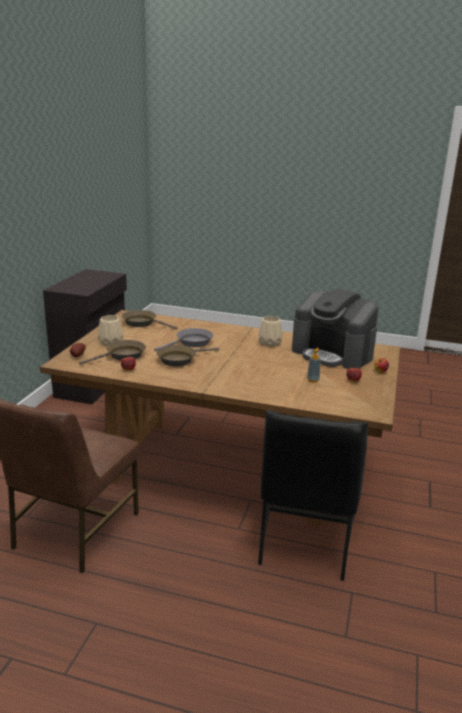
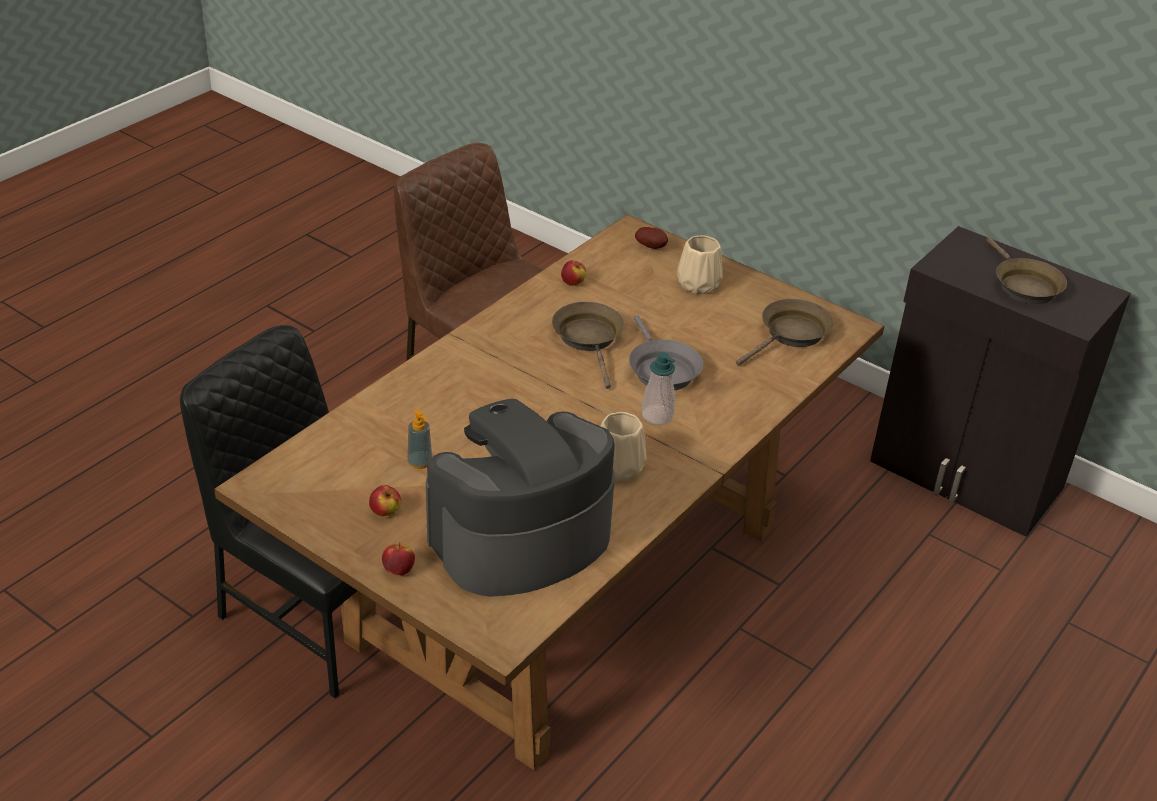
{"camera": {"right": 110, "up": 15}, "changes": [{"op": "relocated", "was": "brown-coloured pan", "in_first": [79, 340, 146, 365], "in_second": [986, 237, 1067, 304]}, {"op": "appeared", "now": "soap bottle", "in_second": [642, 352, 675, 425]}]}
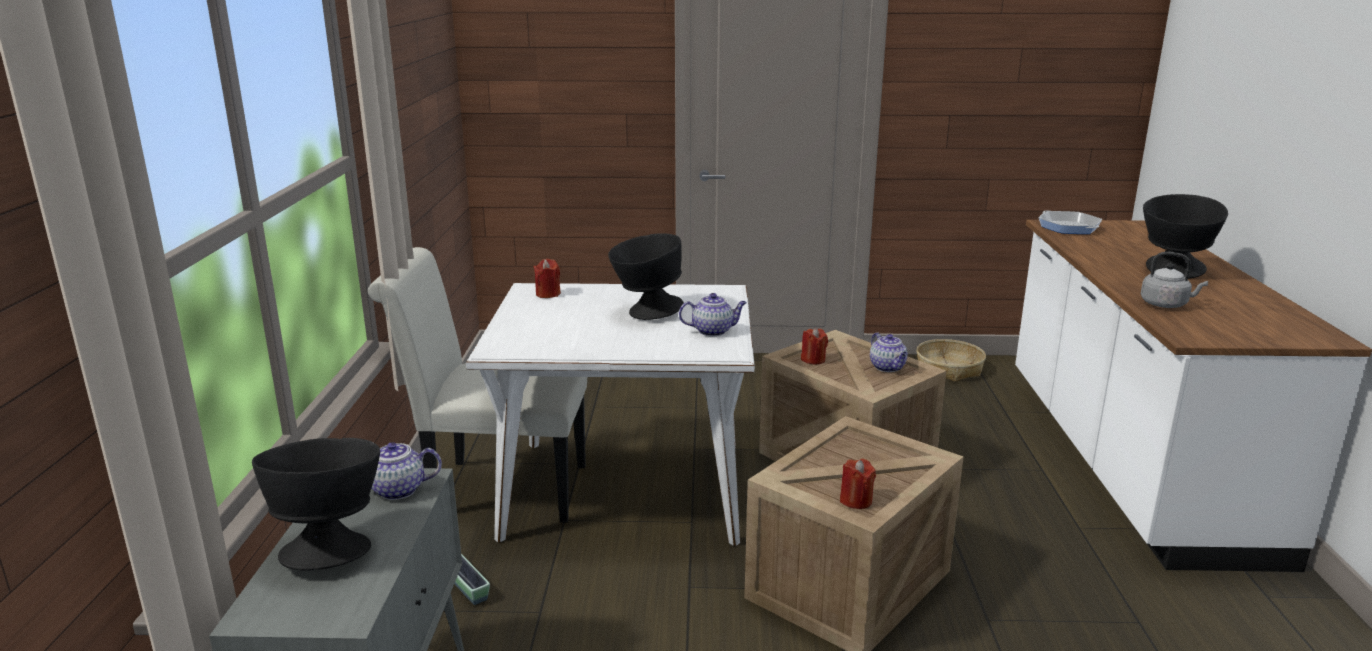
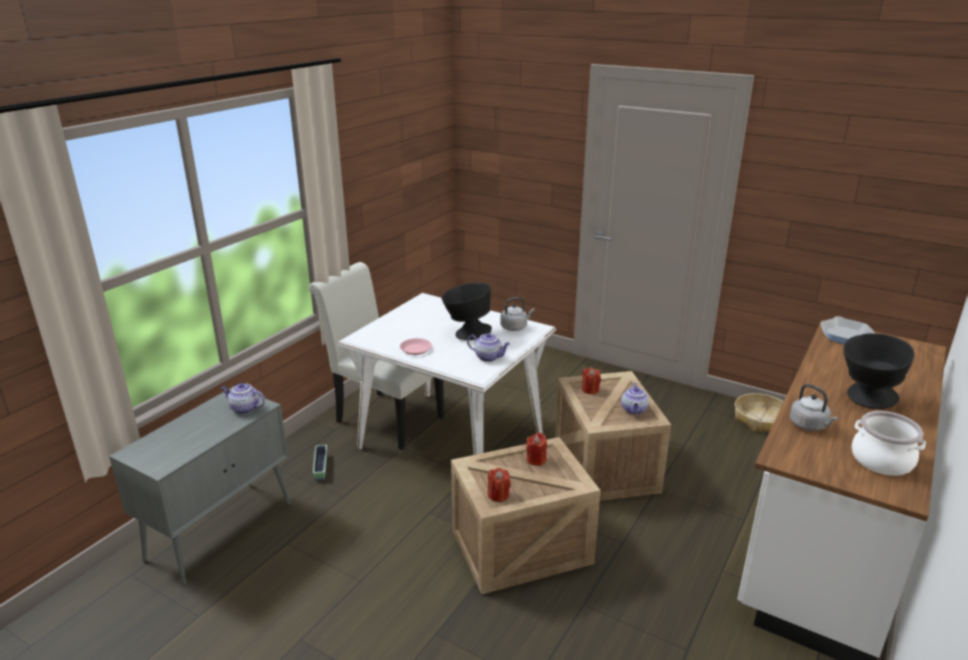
{"camera": {"right": 30, "up": 5}, "changes": [{"op": "missing", "was": "black-coloured deep dish", "in_first": [252, 438, 380, 571]}, {"op": "relocated", "was": "reddish candle", "in_first": [534, 259, 561, 298], "in_second": [526, 433, 547, 466]}, {"op": "appeared", "now": "pink-coloured dinner plate", "in_second": [400, 338, 432, 355]}, {"op": "appeared", "now": "grey tea kettle", "in_second": [500, 297, 535, 331]}, {"op": "appeared", "now": "stockpot", "in_second": [852, 411, 926, 476]}]}
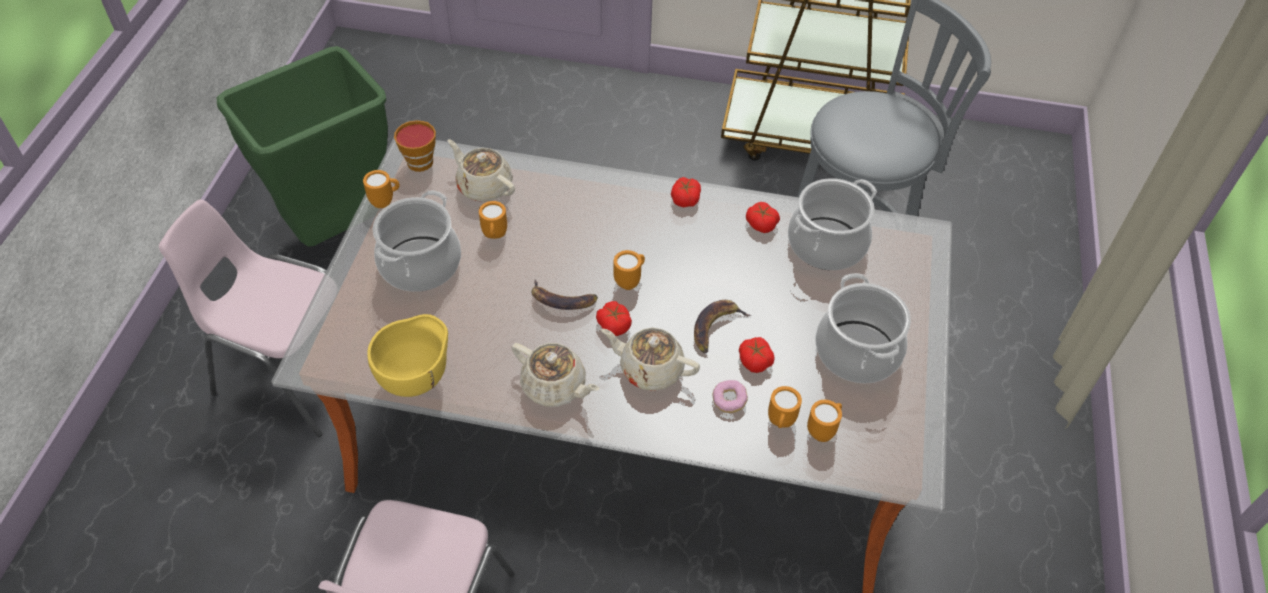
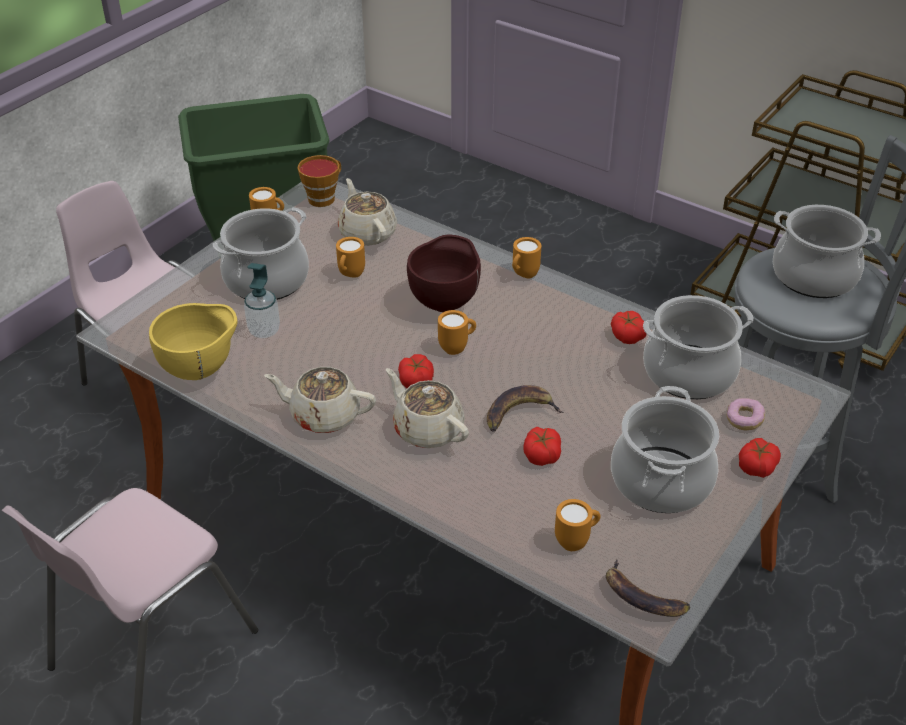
{"camera": {"right": 25, "up": -10}, "changes": [{"op": "spun", "was": "beige teapot", "in_first": [511, 343, 599, 407], "in_second": [264, 367, 376, 433], "clockwise": 135}, {"op": "relocated", "was": "banana fruit", "in_first": [531, 280, 598, 310], "in_second": [606, 559, 690, 617]}, {"op": "relocated", "was": "fresh tomato", "in_first": [671, 177, 701, 207], "in_second": [739, 438, 781, 478]}, {"op": "relocated", "was": "donut", "in_first": [712, 380, 748, 413], "in_second": [727, 398, 765, 430]}, {"op": "relocated", "was": "orangey mug", "in_first": [768, 386, 802, 428], "in_second": [512, 237, 541, 278]}, {"op": "appeared", "now": "soap bottle", "in_second": [244, 263, 280, 338]}, {"op": "appeared", "now": "brown-coloured deep dish", "in_second": [407, 235, 481, 312]}, {"op": "appeared", "now": "stockpot", "in_second": [773, 205, 881, 298]}]}
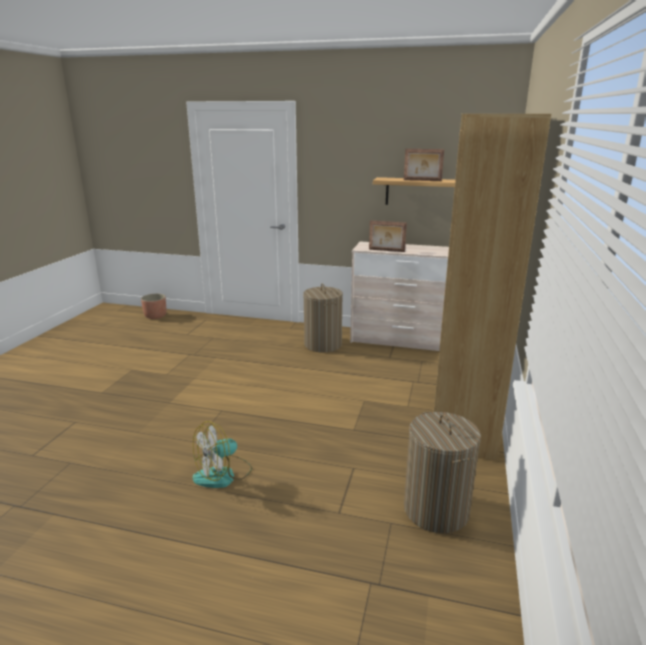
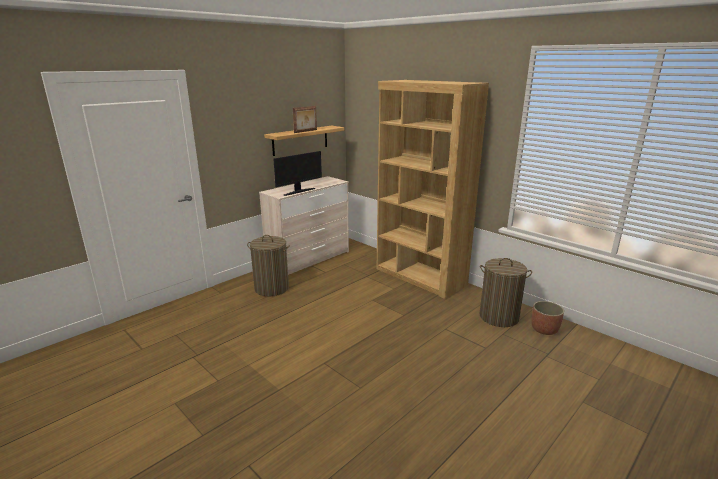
{"camera": {"right": -60, "up": 0}, "changes": [{"op": "relocated", "was": "planter", "in_first": [141, 294, 166, 319], "in_second": [531, 301, 564, 335]}, {"op": "missing", "was": "electric fan", "in_first": [192, 421, 252, 488]}, {"op": "exchanged", "was": "picture frame", "now": "computer screen", "in_first": [369, 221, 407, 252], "in_second": [274, 151, 322, 196]}]}
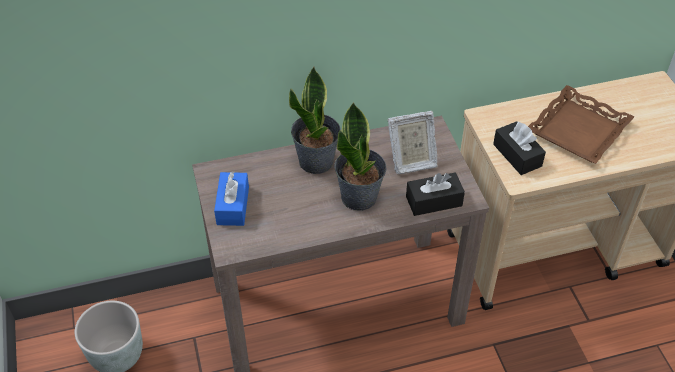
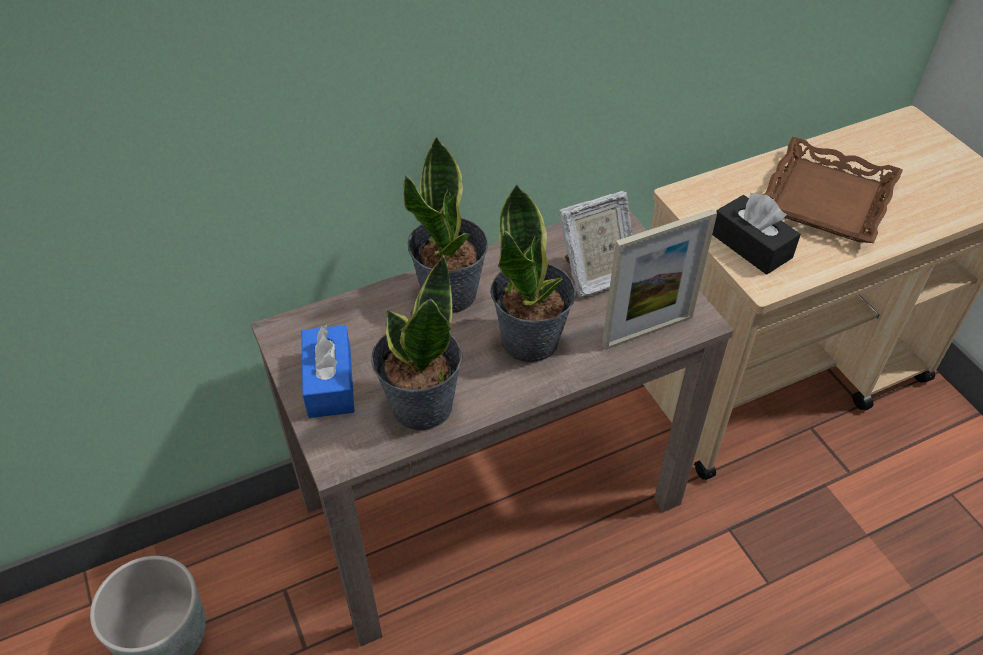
{"camera": {"right": -10, "up": 0}, "changes": [{"op": "exchanged", "was": "black-coloured tissue holder", "now": "picture frame", "in_first": [406, 173, 465, 216], "in_second": [602, 209, 717, 350]}, {"op": "appeared", "now": "houseplant", "in_second": [371, 255, 462, 431]}]}
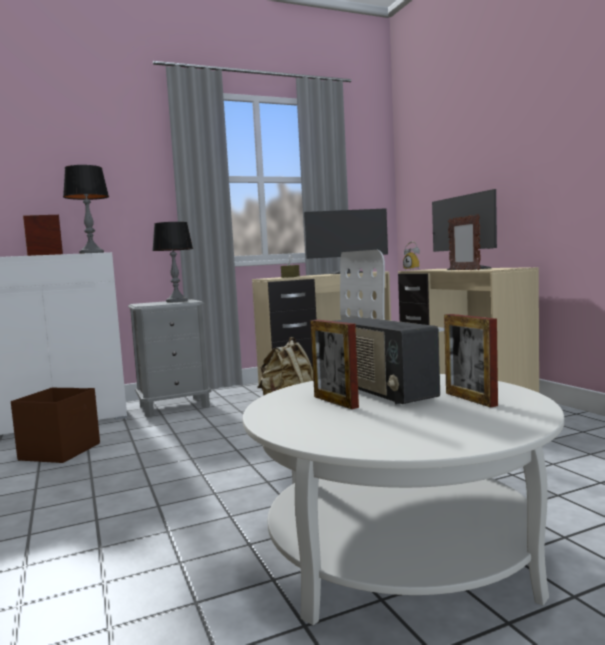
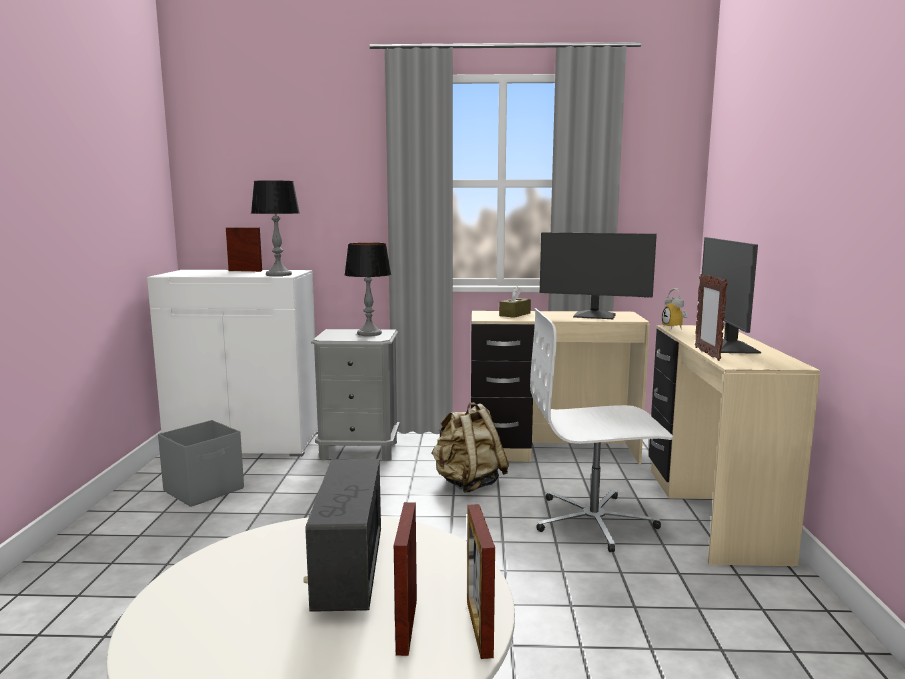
{"camera": {"right": 25, "up": 5}, "changes": [{"op": "colour", "was": "brown-coloured storage box", "now": "grey storage box", "in_first": [11, 387, 100, 463], "in_second": [158, 420, 244, 507]}, {"op": "relocated", "was": "picture frame", "in_first": [310, 319, 359, 409], "in_second": [467, 504, 495, 659]}]}
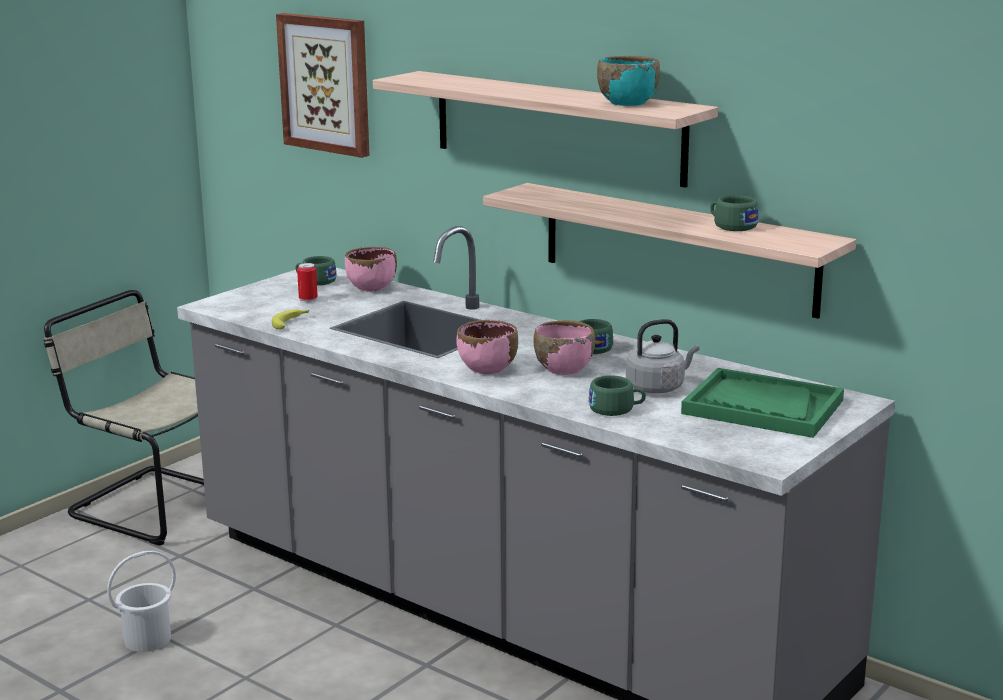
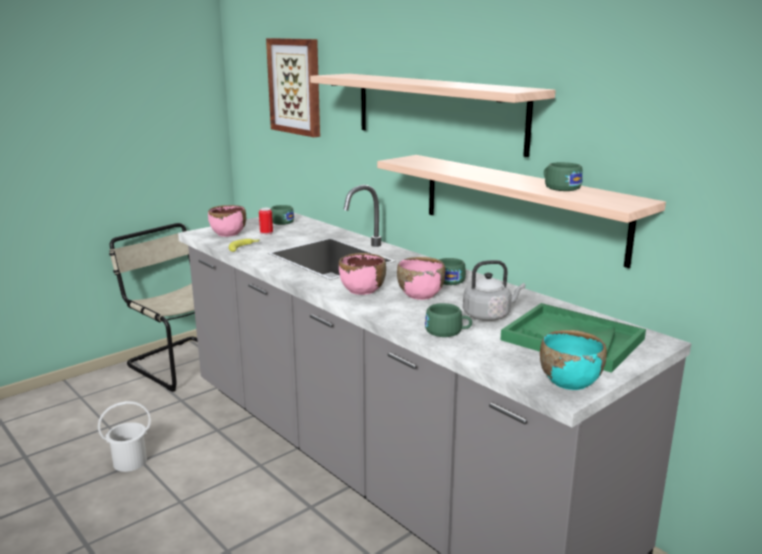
{"camera": {"right": 10, "up": 0}, "changes": [{"op": "relocated", "was": "pink-coloured deep dish", "in_first": [345, 247, 397, 292], "in_second": [208, 205, 246, 237]}, {"op": "relocated", "was": "turquoise-coloured deep dish", "in_first": [597, 56, 660, 106], "in_second": [540, 330, 607, 390]}]}
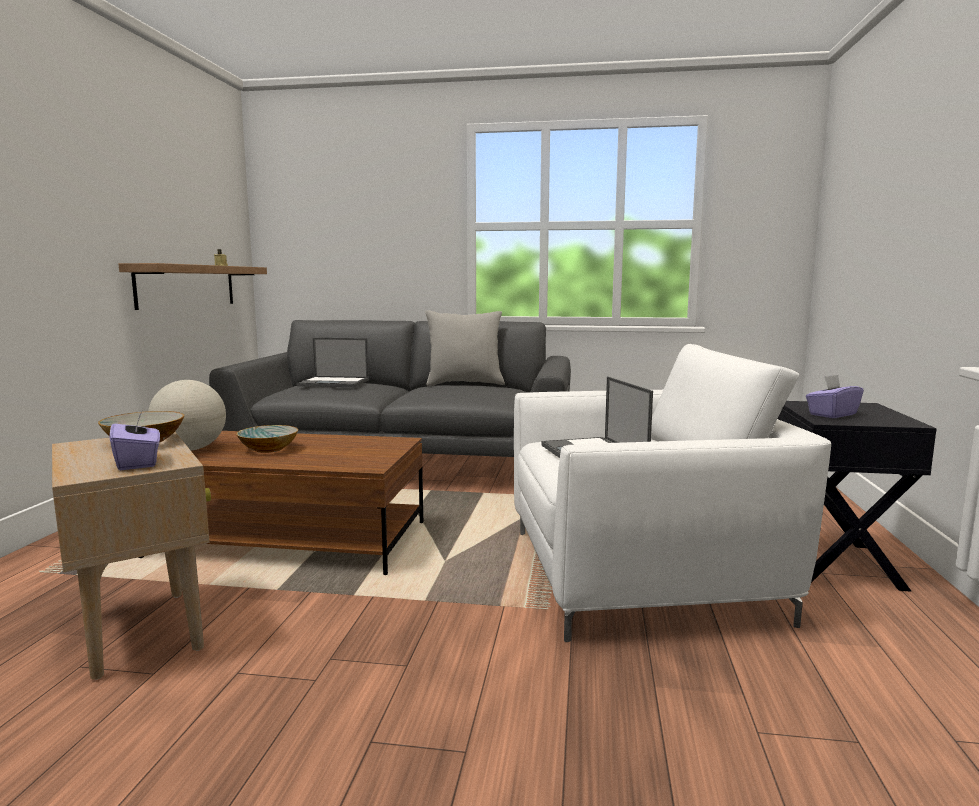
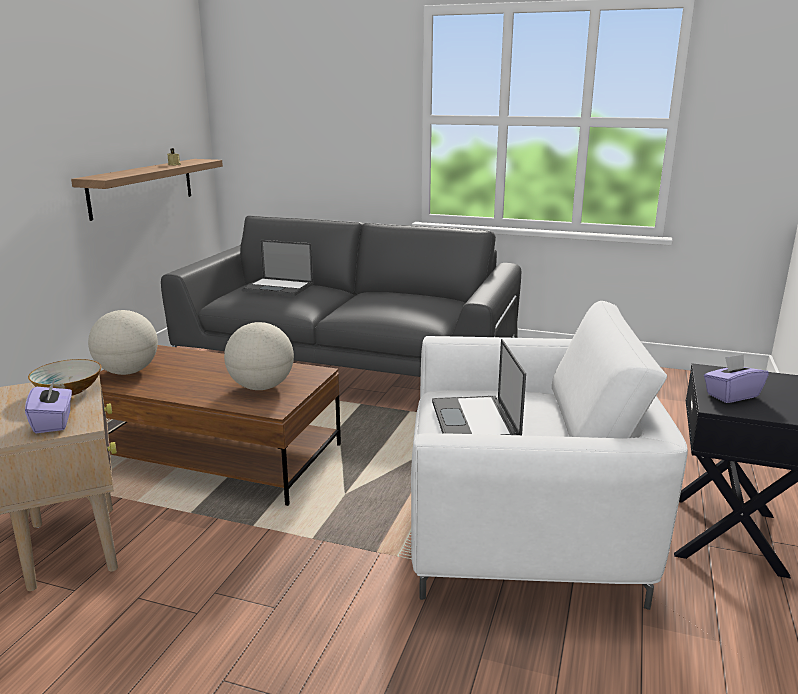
{"camera": {"right": 10, "up": 10}, "changes": [{"op": "missing", "was": "deep dish", "in_first": [236, 425, 298, 453]}, {"op": "missing", "was": "grey throw pillow", "in_first": [425, 310, 505, 386]}, {"op": "appeared", "now": "globe", "in_second": [224, 322, 294, 390]}]}
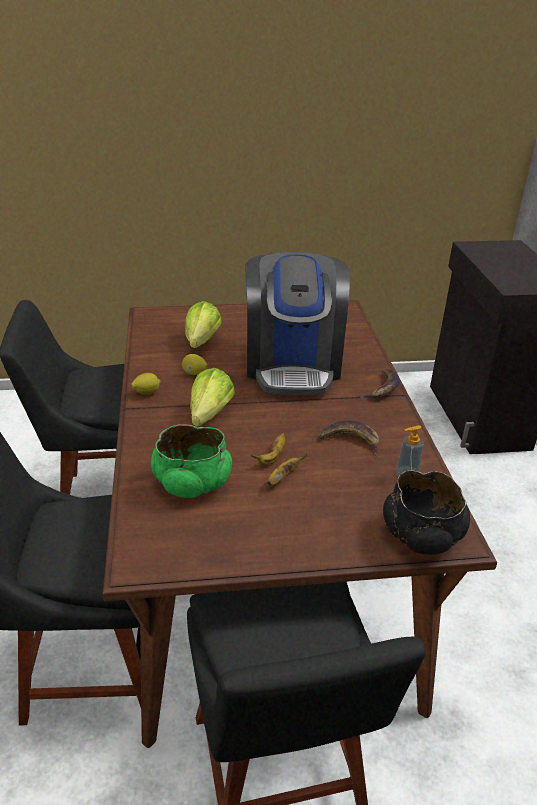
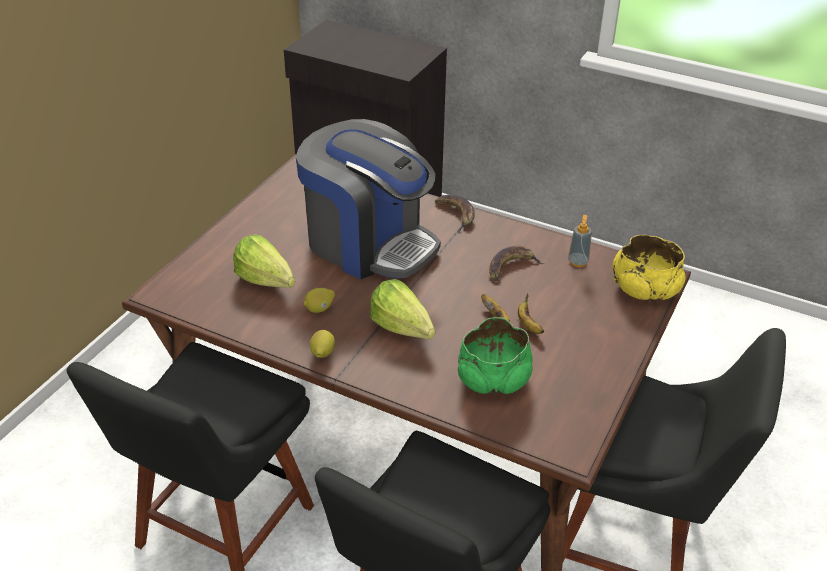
{"camera": {"right": -55, "up": 5}, "changes": [{"op": "colour", "was": "black-coloured deep dish", "now": "yellowish deep dish", "in_first": [383, 470, 470, 555], "in_second": [612, 234, 686, 300]}]}
